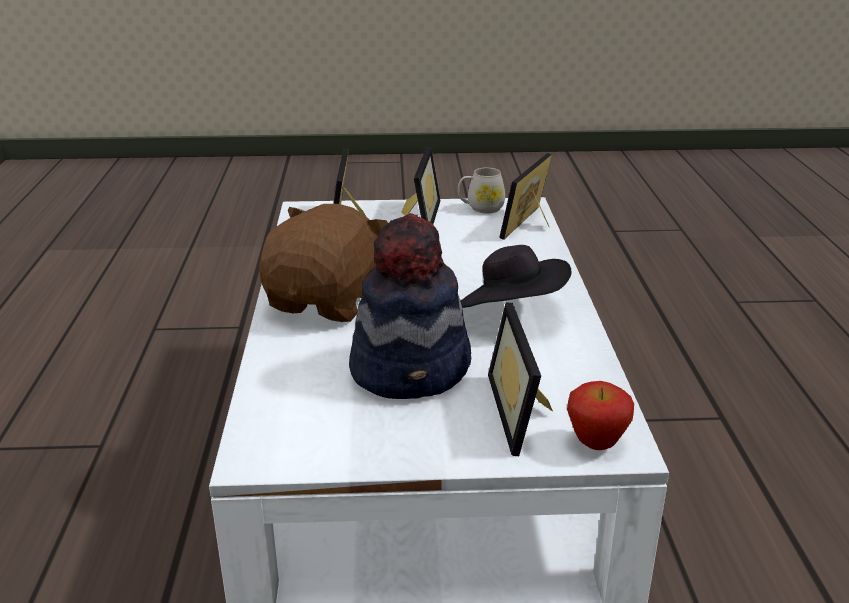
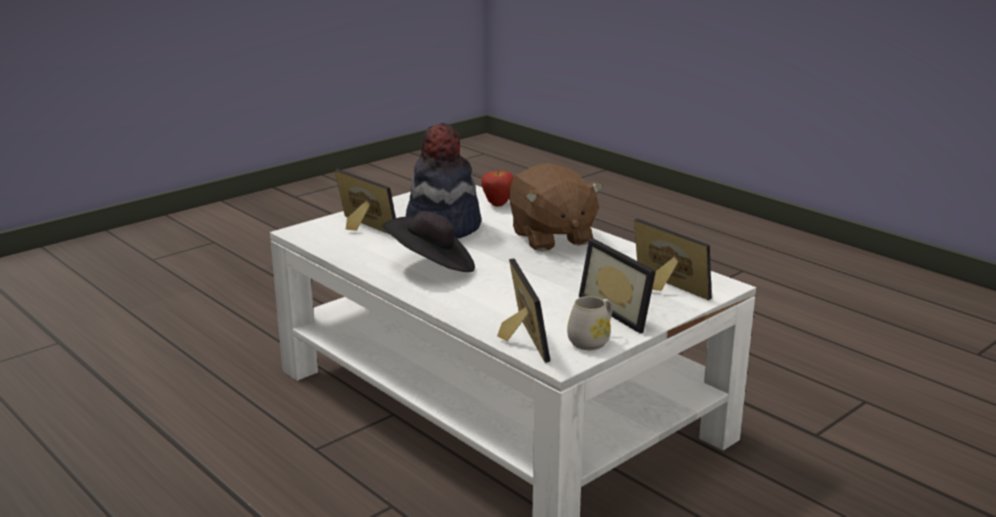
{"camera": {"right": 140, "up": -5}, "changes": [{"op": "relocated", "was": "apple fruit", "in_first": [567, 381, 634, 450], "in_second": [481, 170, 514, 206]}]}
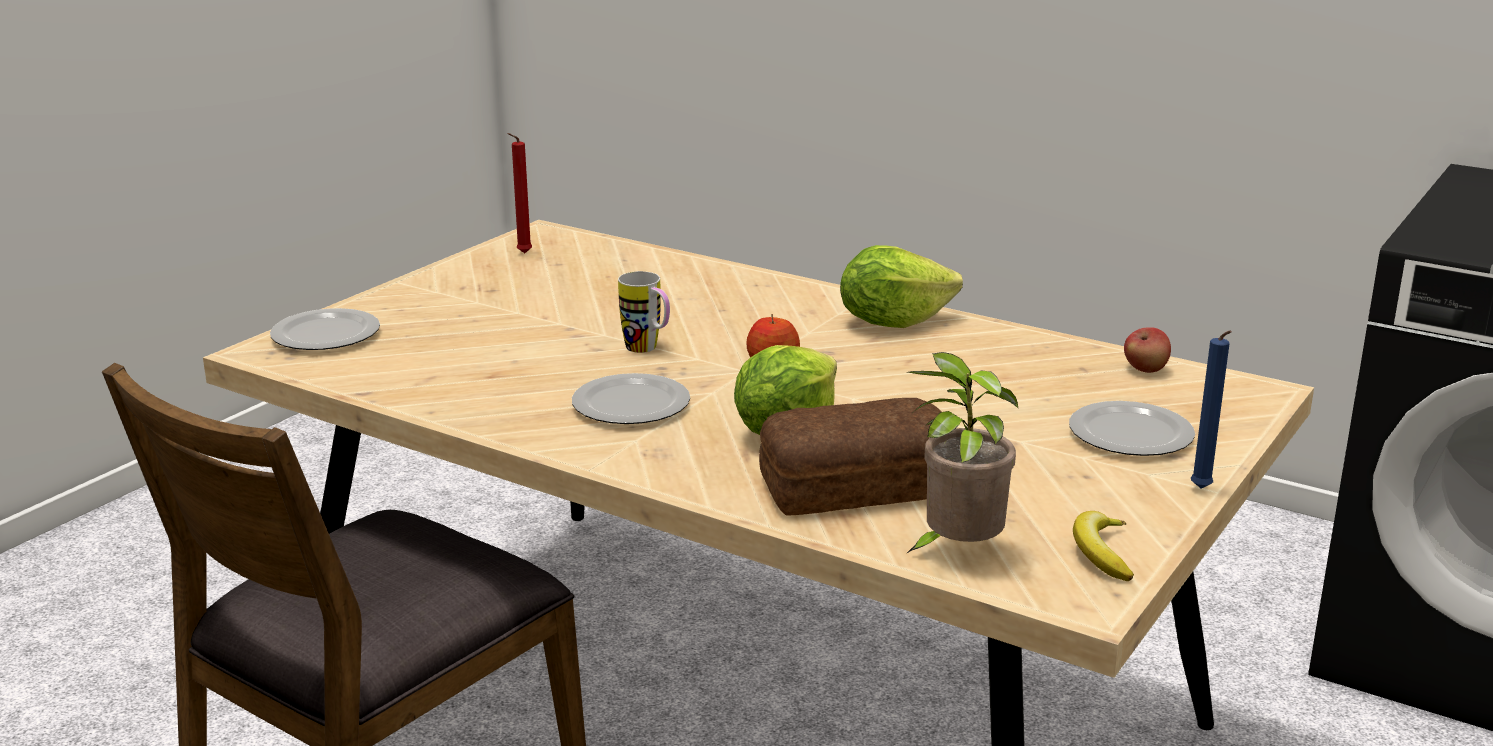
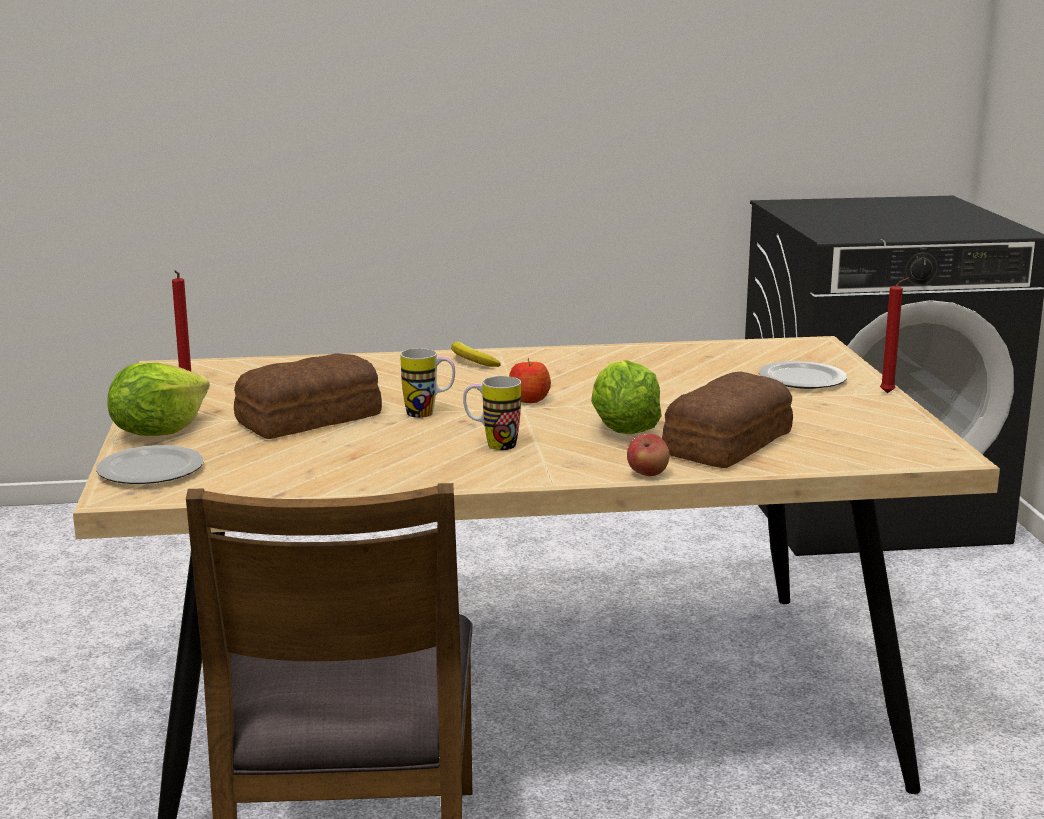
{"camera": {"right": -40, "up": -5}, "changes": [{"op": "exchanged", "was": "dinner plate", "now": "mug", "in_first": [572, 373, 690, 424], "in_second": [463, 376, 521, 450]}, {"op": "relocated", "was": "lettuce head", "in_first": [840, 245, 963, 328], "in_second": [107, 362, 210, 436]}, {"op": "missing", "was": "houseplant", "in_first": [906, 352, 1018, 554]}, {"op": "relocated", "was": "banana fruit", "in_first": [1073, 511, 1134, 581], "in_second": [451, 342, 501, 367]}, {"op": "relocated", "was": "apple fruit", "in_first": [1124, 327, 1171, 373], "in_second": [627, 434, 670, 476]}, {"op": "colour", "was": "blue candle", "now": "reddish candle", "in_first": [1191, 330, 1232, 488], "in_second": [880, 277, 909, 393]}, {"op": "appeared", "now": "baked bread", "in_second": [234, 353, 382, 439]}]}
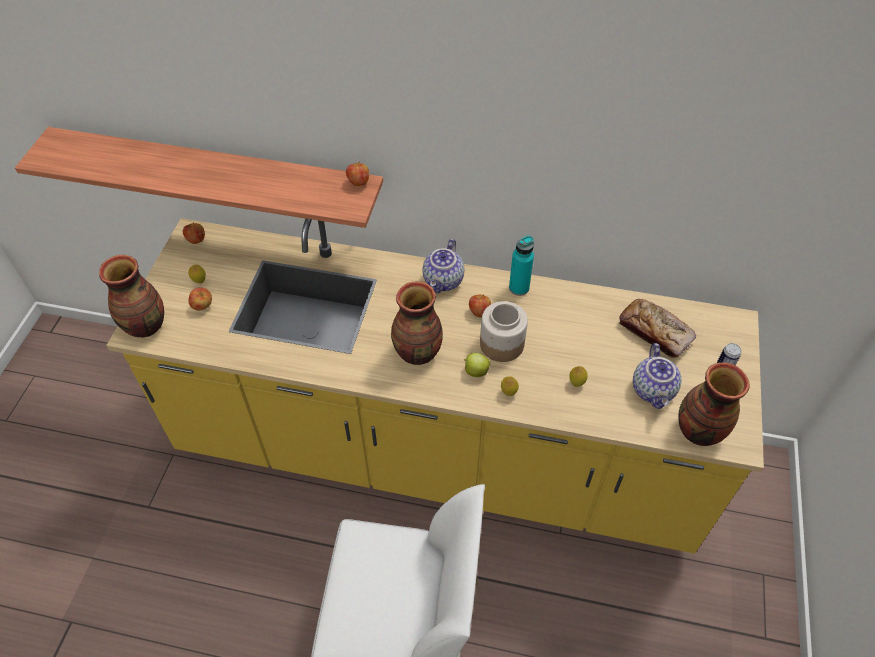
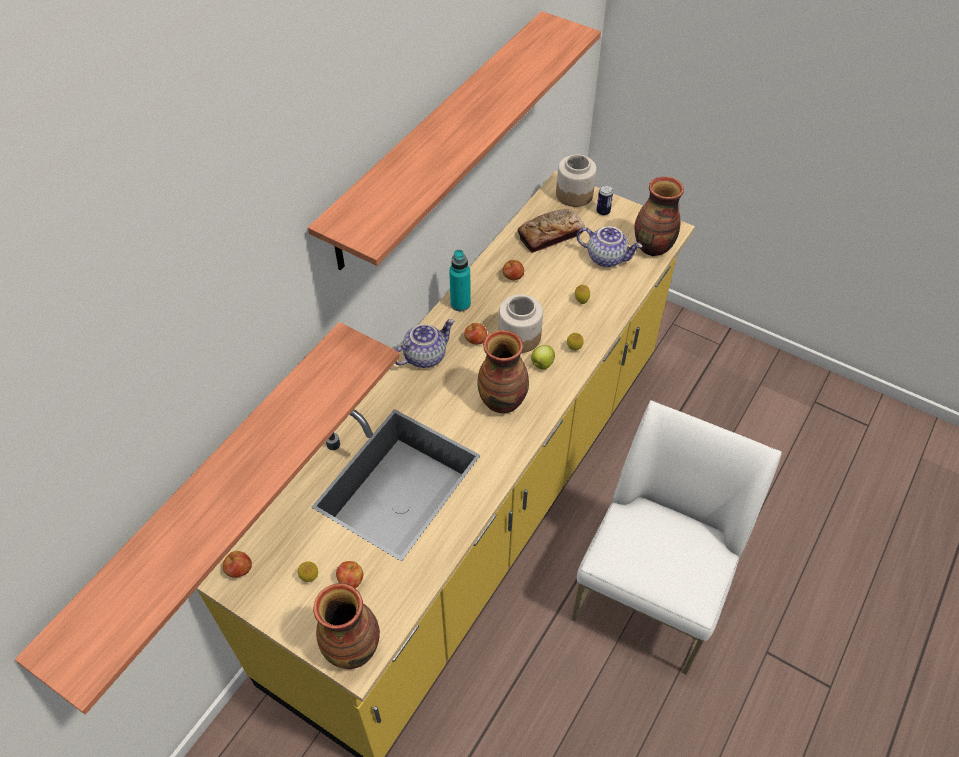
{"camera": {"right": -70, "up": 0}, "changes": [{"op": "relocated", "was": "apple fruit", "in_first": [346, 162, 369, 186], "in_second": [503, 260, 524, 280]}, {"op": "spun", "was": "teapot", "in_first": [423, 239, 464, 293], "in_second": [395, 319, 455, 368], "clockwise": -75}, {"op": "appeared", "now": "wall shelf", "in_second": [308, 11, 601, 270]}, {"op": "appeared", "now": "jar", "in_second": [556, 154, 597, 207]}]}
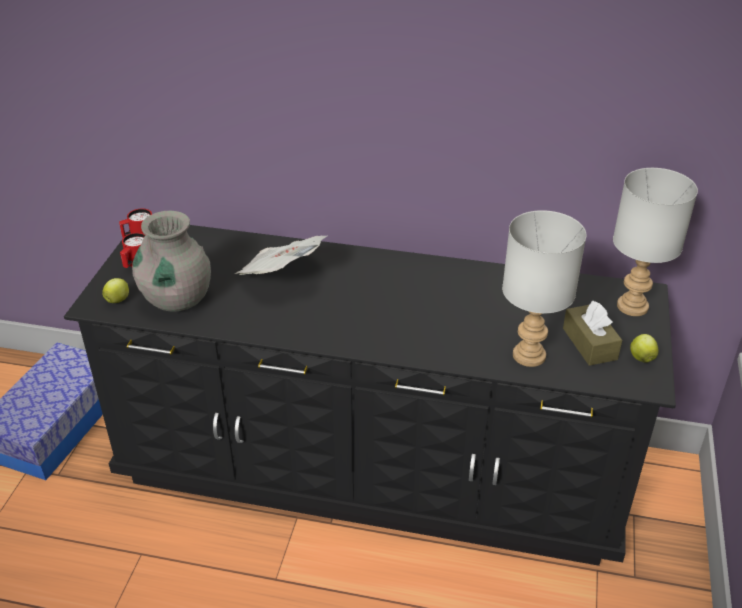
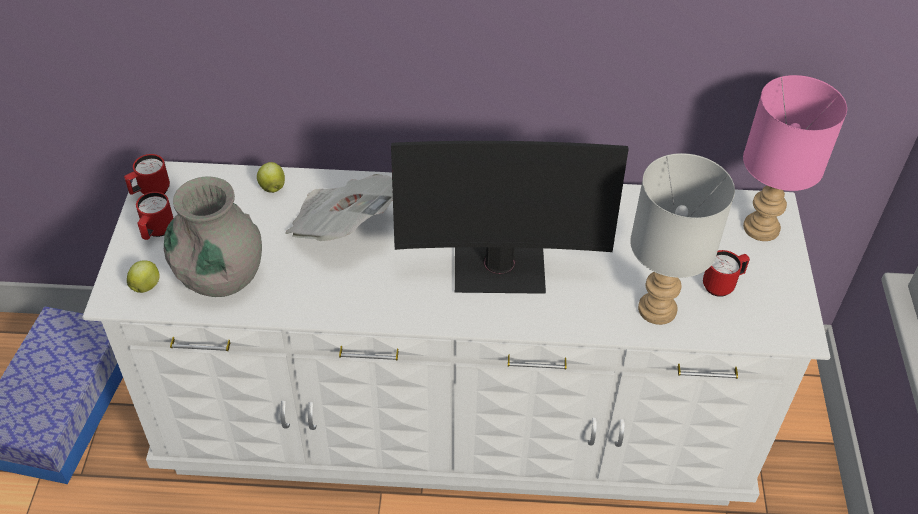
{"camera": {"right": -10, "up": 10}, "changes": [{"op": "colour", "was": "black-coloured drawer chest", "now": "white-coloured drawer chest", "in_first": [64, 225, 676, 566], "in_second": [82, 161, 830, 506]}, {"op": "exchanged", "was": "brown-coloured tissue holder", "now": "reddish mug", "in_first": [563, 300, 622, 366], "in_second": [703, 250, 750, 297]}, {"op": "colour", "was": "grey tabletop lamp", "now": "pink-coloured tabletop lamp", "in_first": [613, 168, 698, 316], "in_second": [743, 75, 847, 241]}, {"op": "relocated", "was": "apple fruit", "in_first": [630, 334, 658, 363], "in_second": [257, 162, 285, 193]}, {"op": "appeared", "now": "computer screen", "in_second": [391, 141, 628, 294]}]}
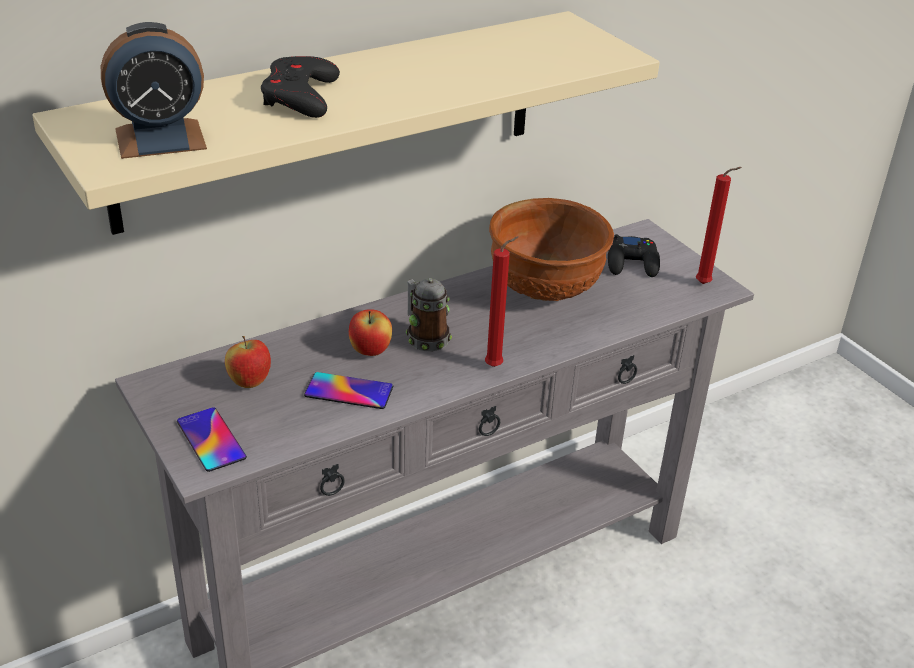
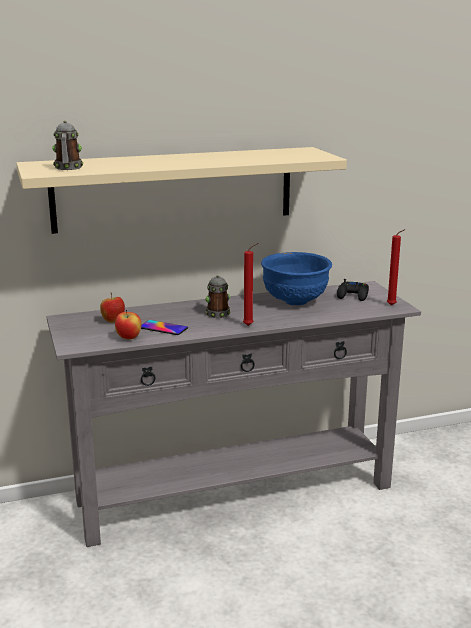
{"camera": {"right": 15, "up": -15}, "changes": [{"op": "exchanged", "was": "table clock", "now": "mug", "in_first": [101, 22, 207, 159], "in_second": [52, 121, 83, 170]}, {"op": "missing", "was": "telephone", "in_first": [177, 407, 247, 472]}, {"op": "missing", "was": "black-coloured joypad", "in_first": [261, 56, 340, 118]}, {"op": "relocated", "was": "apple fruit", "in_first": [349, 309, 392, 356], "in_second": [115, 310, 141, 339]}, {"op": "colour", "was": "brown-coloured deep dish", "now": "blue deep dish", "in_first": [489, 198, 614, 301], "in_second": [261, 252, 332, 305]}]}
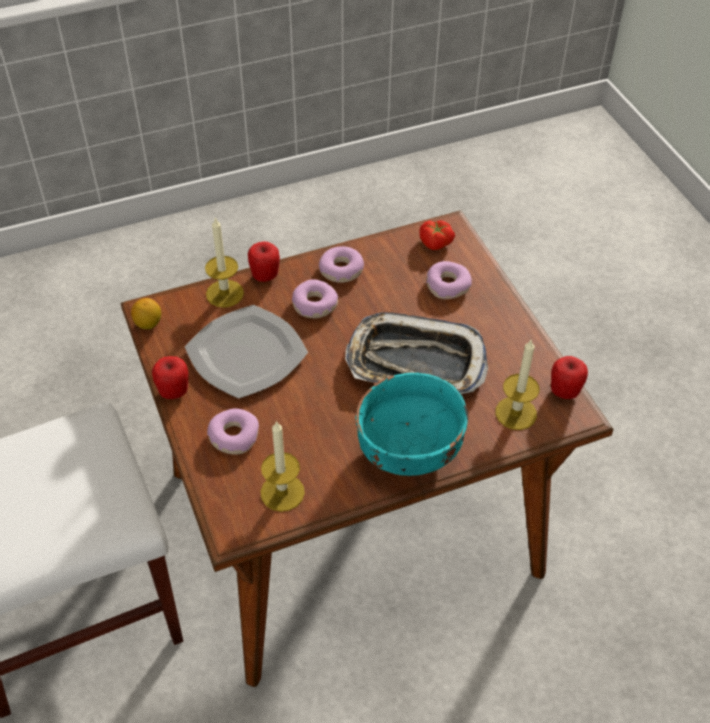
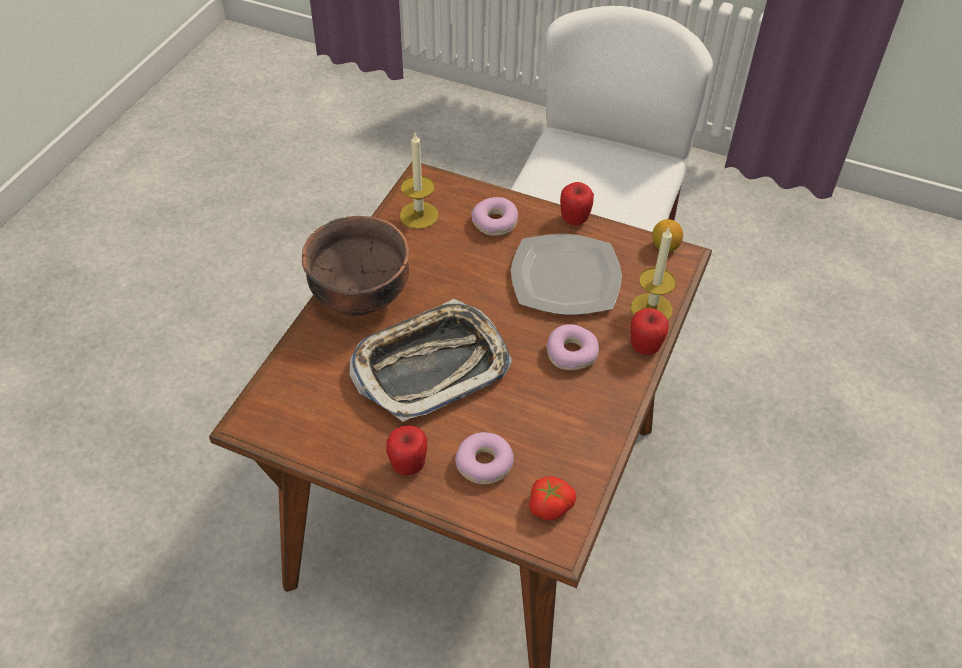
{"camera": {"right": 135, "up": 0}, "changes": [{"op": "missing", "was": "donut", "in_first": [319, 246, 364, 283]}, {"op": "colour", "was": "turquoise-coloured deep dish", "now": "brown-coloured deep dish", "in_first": [355, 373, 468, 476], "in_second": [302, 216, 409, 316]}, {"op": "missing", "was": "candle", "in_first": [496, 340, 540, 430]}, {"op": "relocated", "was": "apple fruit", "in_first": [551, 356, 588, 399], "in_second": [386, 425, 427, 476]}]}
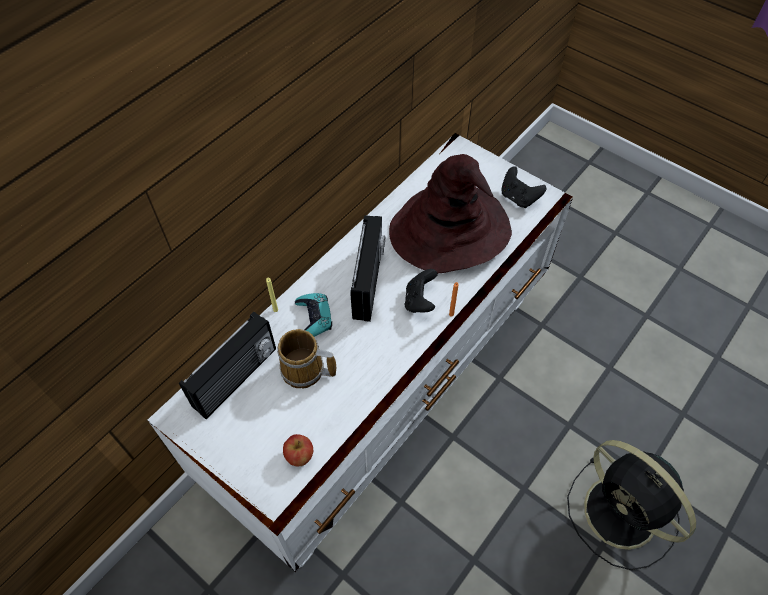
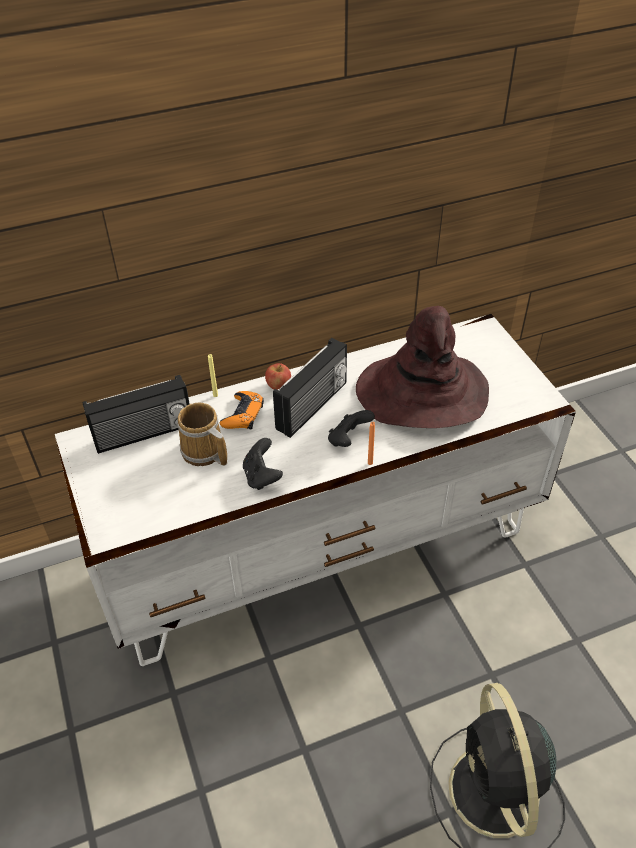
{"camera": {"right": 30, "up": -10}, "changes": [{"op": "relocated", "was": "apple fruit", "in_first": [283, 434, 313, 466], "in_second": [265, 363, 291, 390]}, {"op": "colour", "was": "turquoise-coloured joypad", "now": "orangey joypad", "in_first": [295, 293, 332, 337], "in_second": [219, 391, 264, 430]}, {"op": "relocated", "was": "black-coloured joypad", "in_first": [501, 166, 546, 208], "in_second": [243, 438, 283, 490]}]}
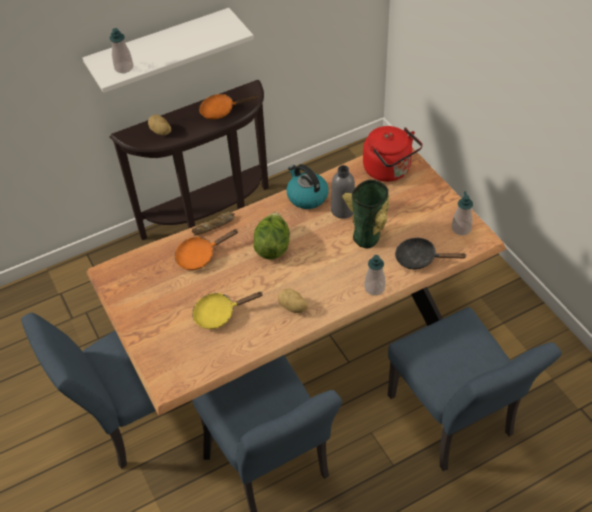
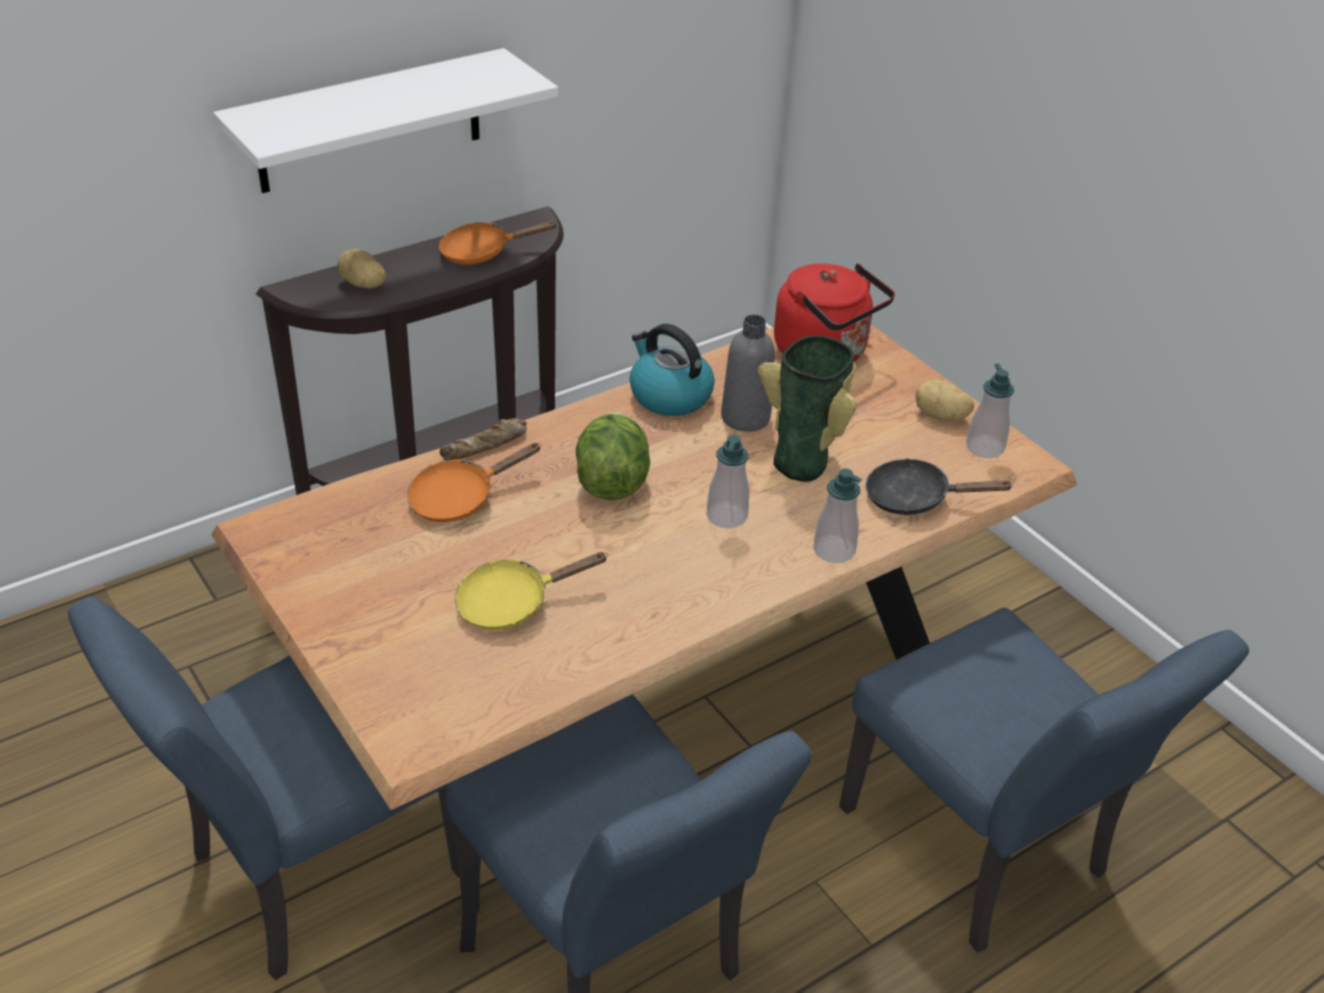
{"camera": {"right": -10, "up": -10}, "changes": [{"op": "relocated", "was": "soap bottle", "in_first": [110, 28, 134, 73], "in_second": [707, 435, 749, 528]}, {"op": "relocated", "was": "potato", "in_first": [278, 288, 308, 313], "in_second": [915, 379, 975, 421]}]}
